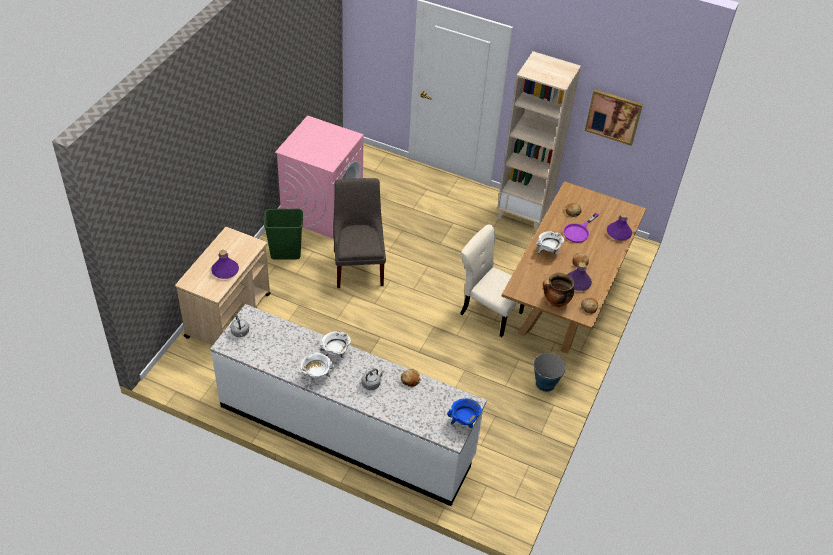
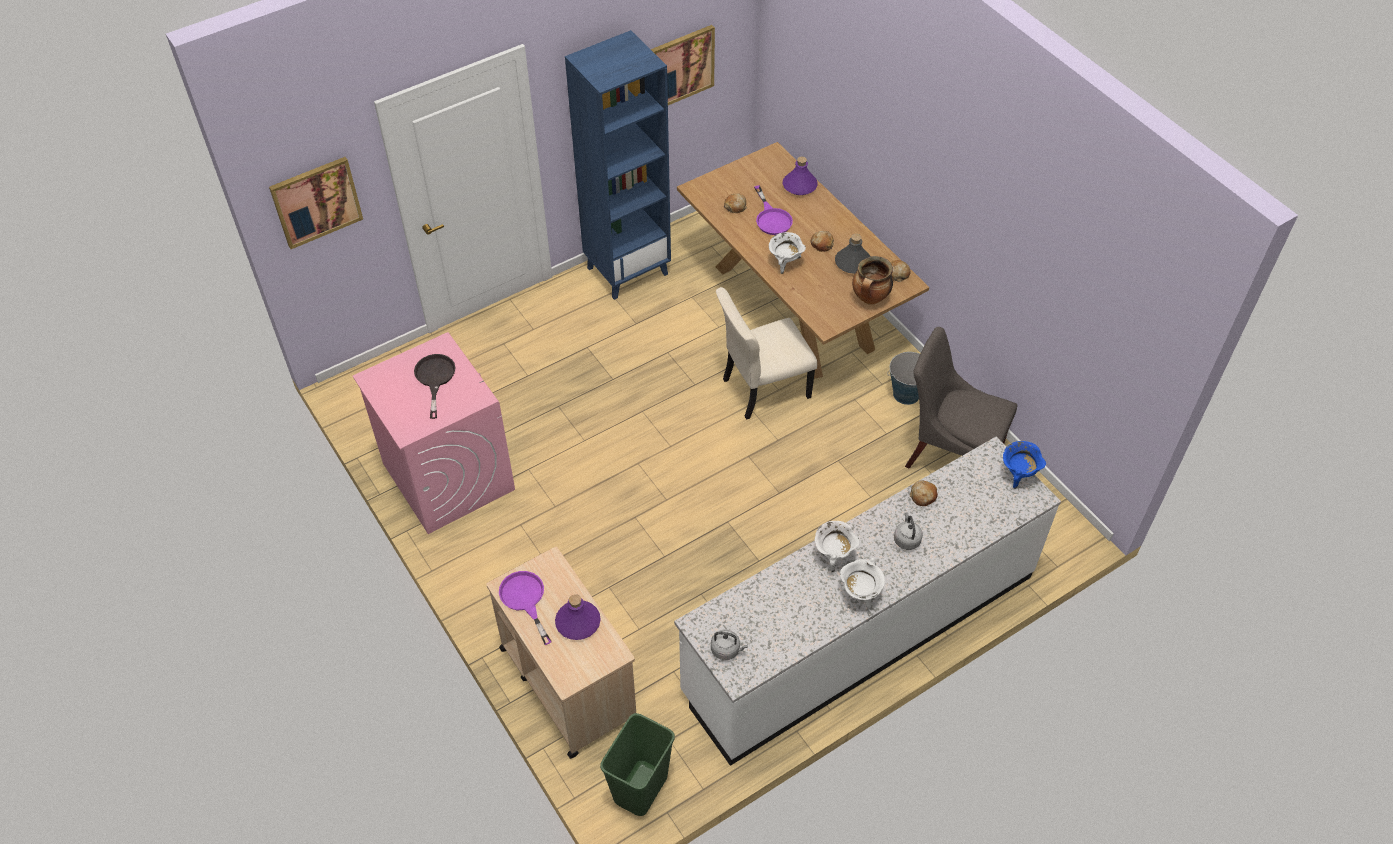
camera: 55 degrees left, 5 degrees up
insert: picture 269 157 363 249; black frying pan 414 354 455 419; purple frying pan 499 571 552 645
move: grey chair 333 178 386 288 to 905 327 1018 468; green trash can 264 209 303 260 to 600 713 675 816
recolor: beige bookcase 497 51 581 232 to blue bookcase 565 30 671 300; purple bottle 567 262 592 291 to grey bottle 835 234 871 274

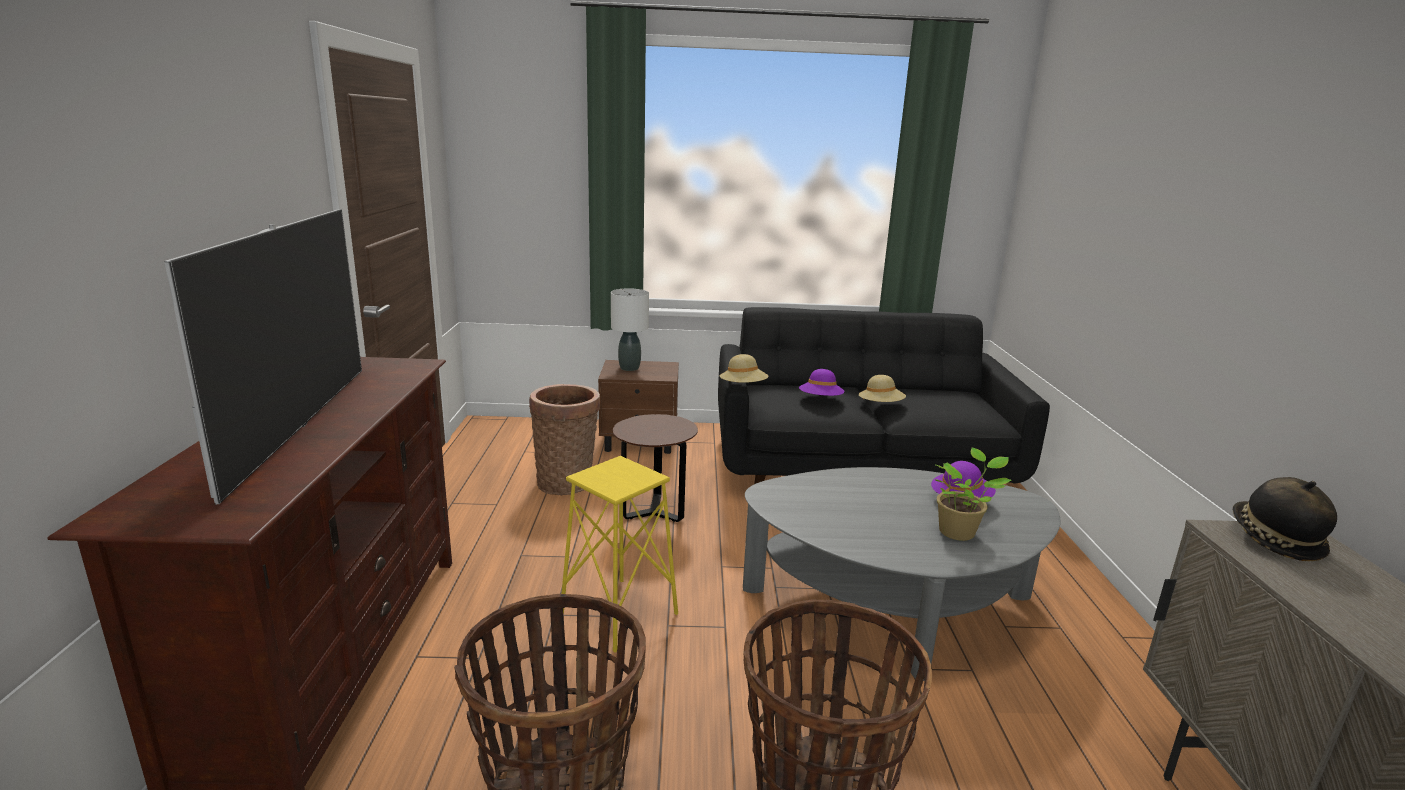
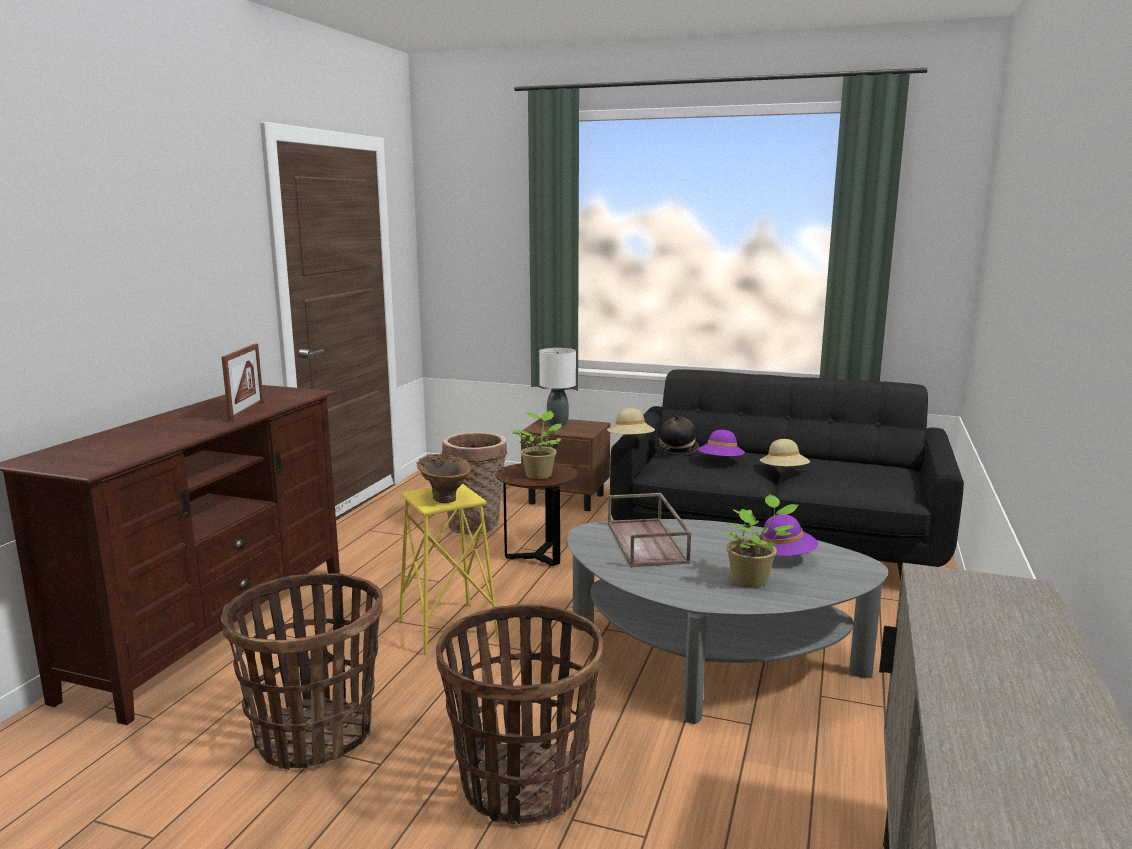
camera: 20 degrees right, 5 degrees down
delete: television 164 209 362 504
insert: picture frame 222 344 264 422; potted plant 513 411 562 479; brown vase 416 454 471 503; brown tray 608 493 691 567
move: hat 1233 477 1337 561 to 656 415 699 456

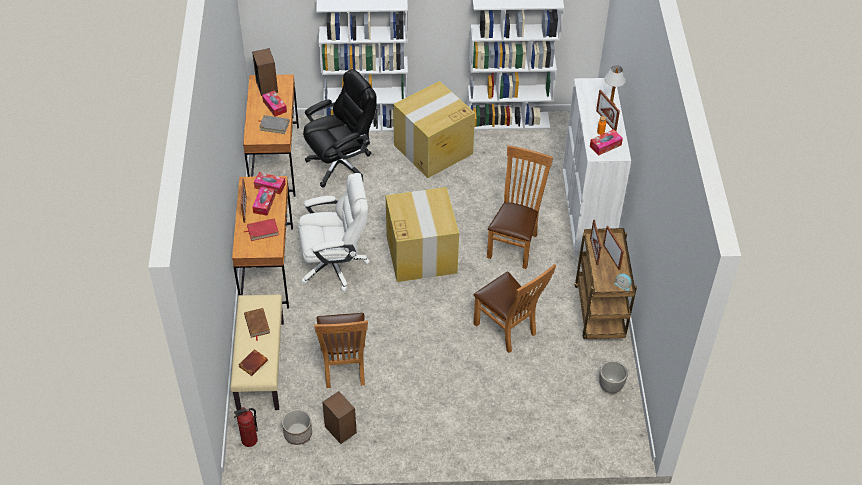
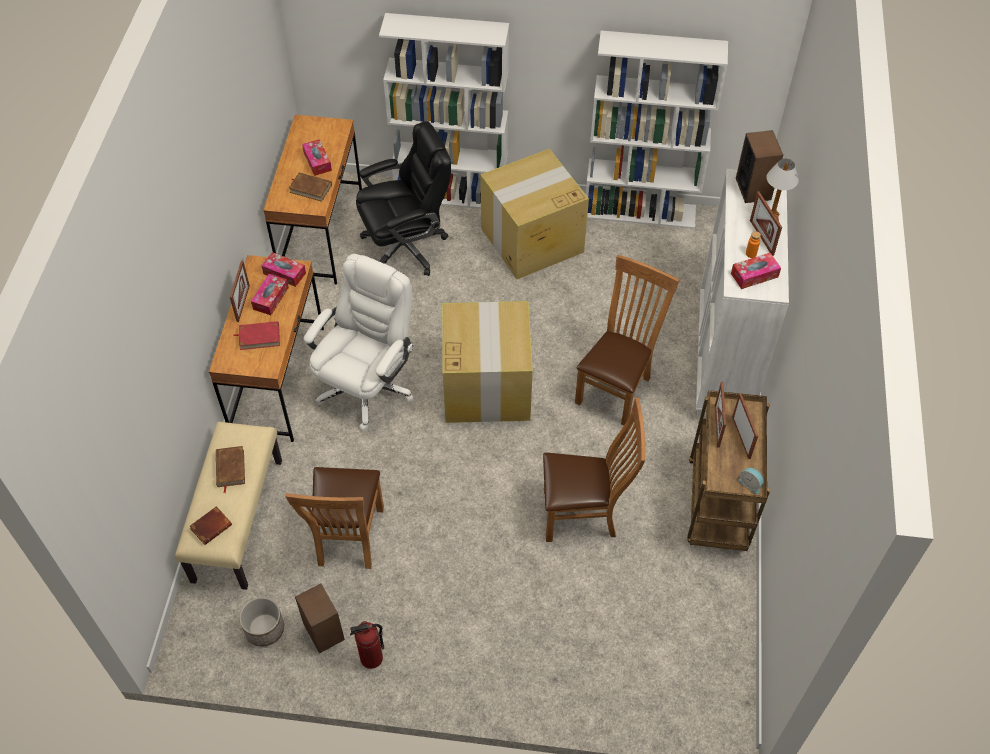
camera: 10 degrees right, 5 degrees up
delete: planter 599 361 628 393
move: speaker 252 48 278 96 to 736 130 783 203; fire extinguisher 234 407 258 447 to 350 621 384 669
recolor: grey book 259 115 290 134 to brown book 289 172 332 202
rotate: white office chair 298 173 370 292 = 304 254 414 431 60 degrees counterclockwise; brown chair 473 264 556 353 = 543 398 645 542 60 degrees counterclockwise

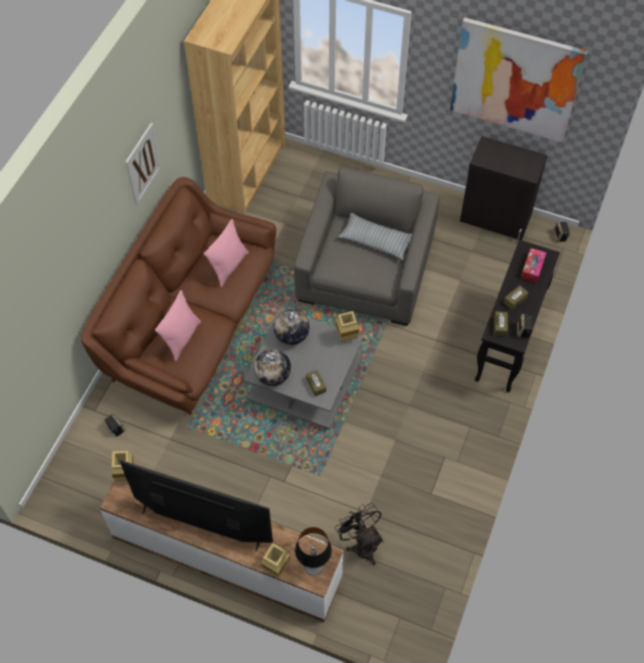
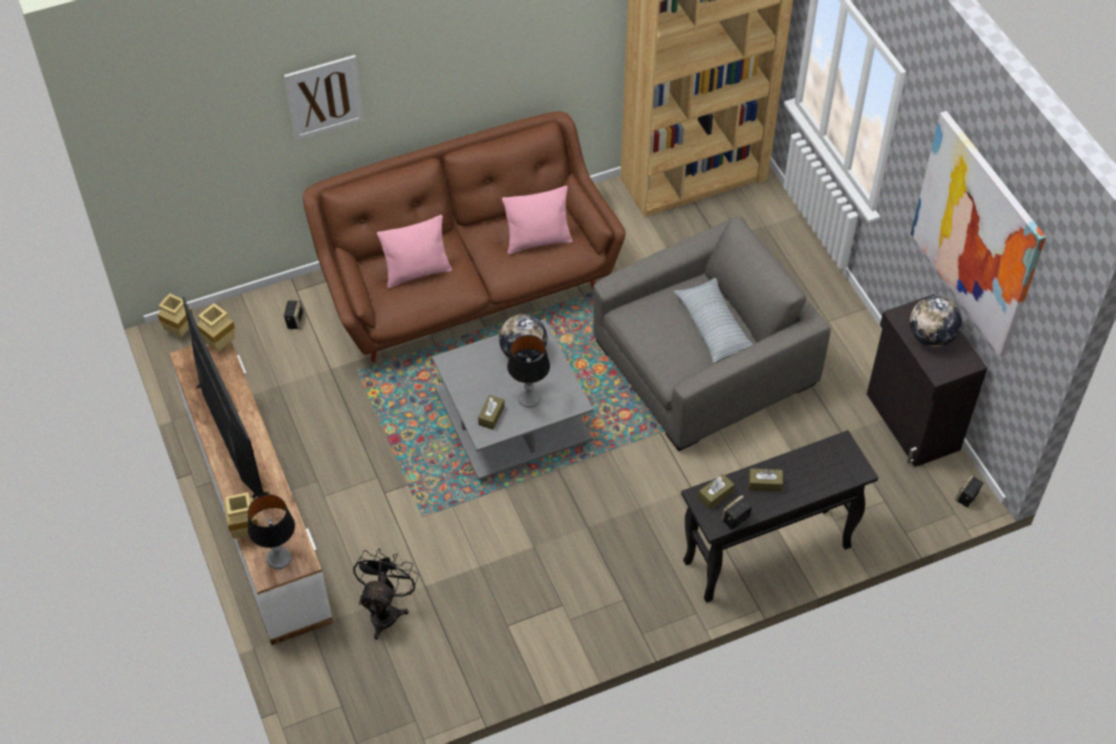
camera: 45 degrees right, 5 degrees down
delete: tissue box 521 248 547 283
insert: table lamp 507 335 550 408
move: picture 125 123 162 206 to 284 55 364 141; beige vase 335 311 359 342 to 157 293 193 337; globe 254 349 291 386 to 910 296 962 347

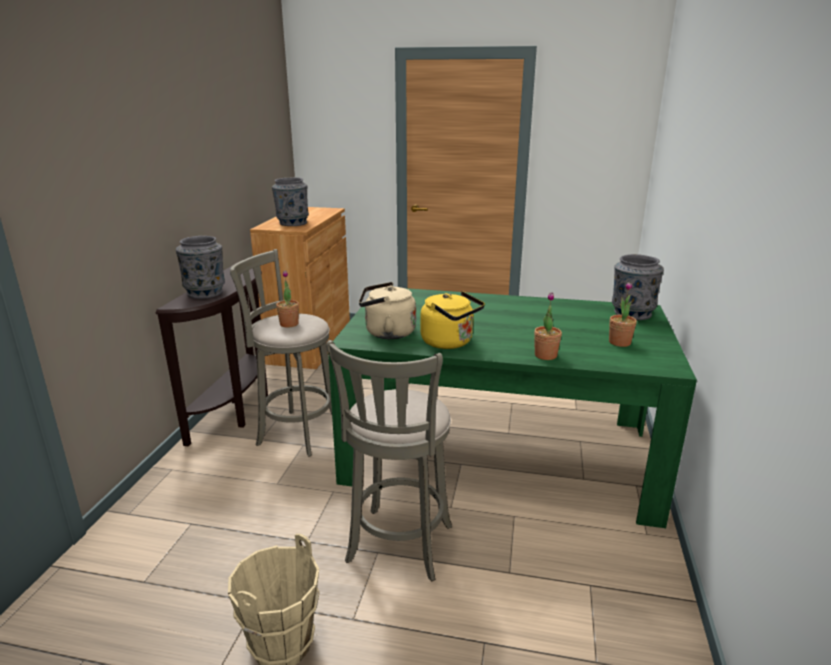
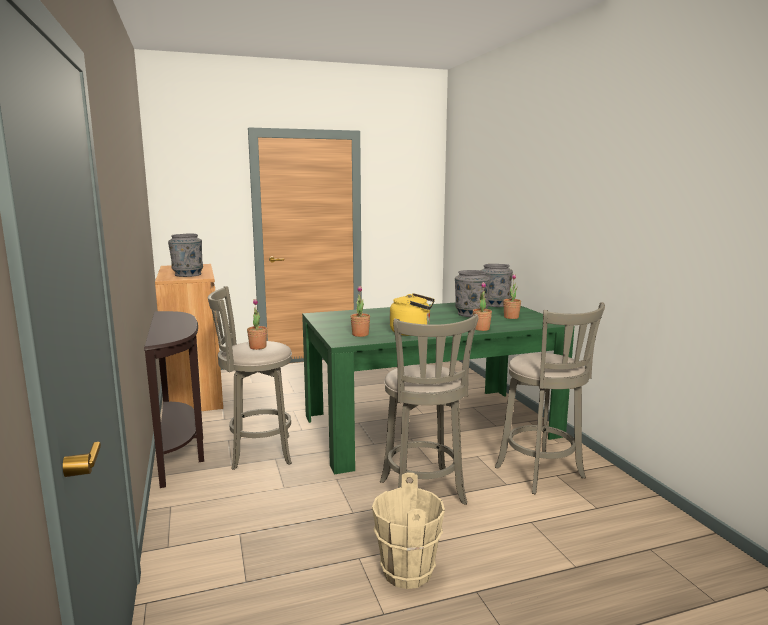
camera: 30 degrees left, 10 degrees down
insert: grey stool 495 302 605 494
move: grey vase 176 236 225 299 to 455 270 490 317
replace: beige kettle 359 282 416 339 to potted plant 351 286 370 337

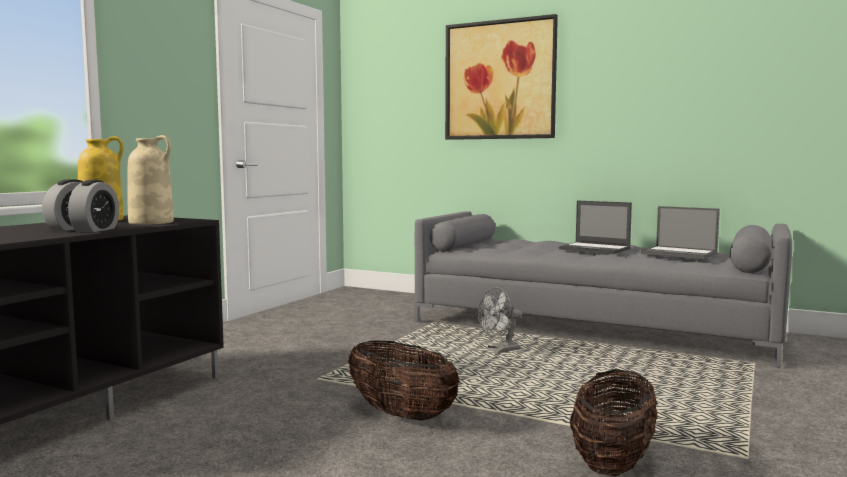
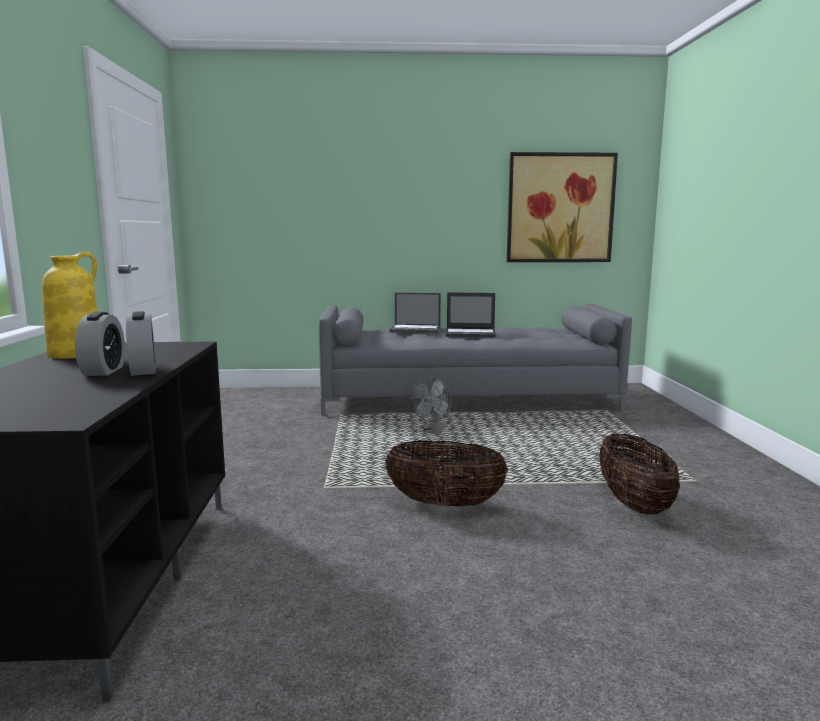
camera: 30 degrees left, 5 degrees up
delete: beige vase 127 135 174 225
move: picture 445 14 558 140 to 507 152 618 262; laptop 641 206 720 259 to 389 293 441 333

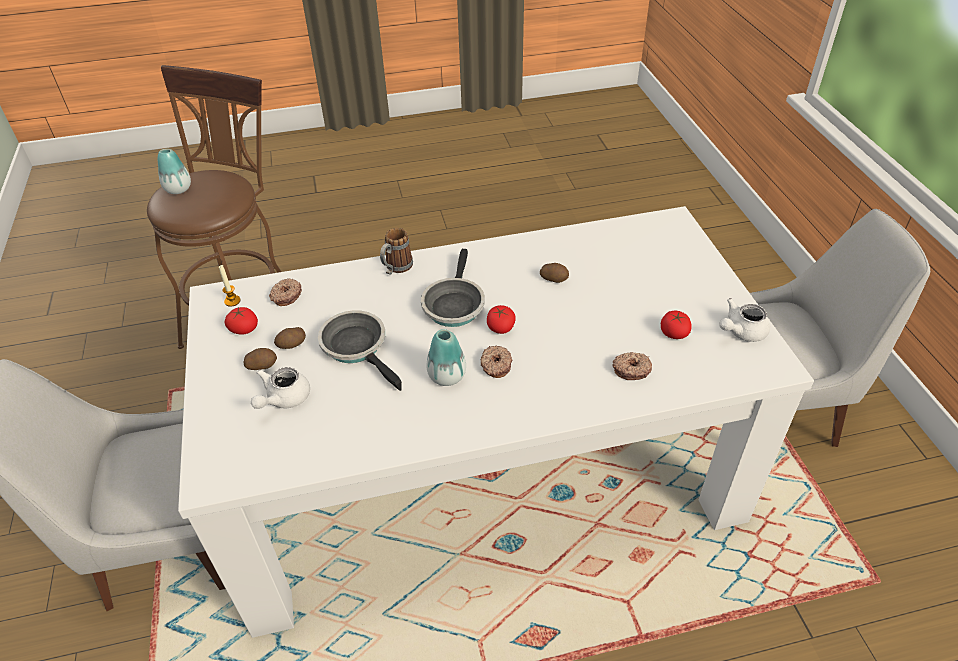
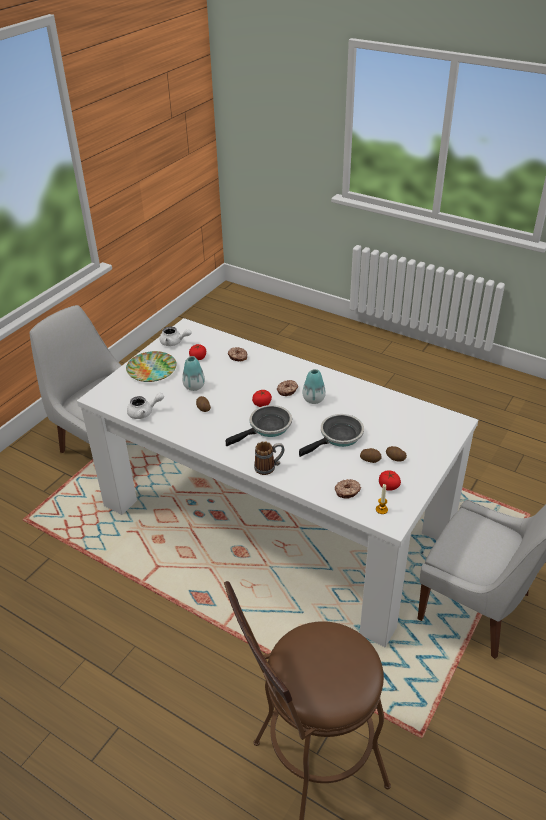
camera: 135 degrees left, 5 degrees down
insert: plate 126 351 177 382
move: vase 158 149 191 194 to 182 356 205 391; white teapot 251 367 310 409 to 127 393 164 419
rotate: frying pan 318 310 402 391 = 299 414 364 457 135 degrees counterclockwise

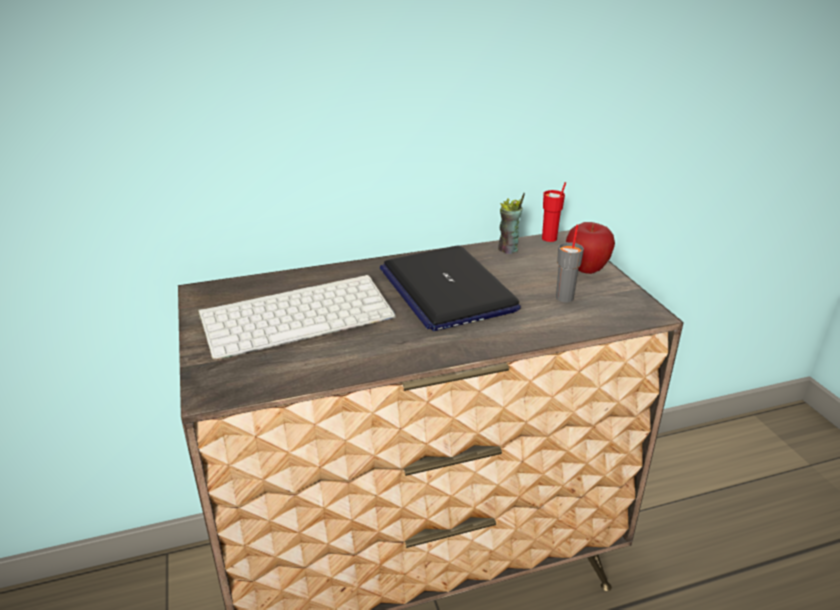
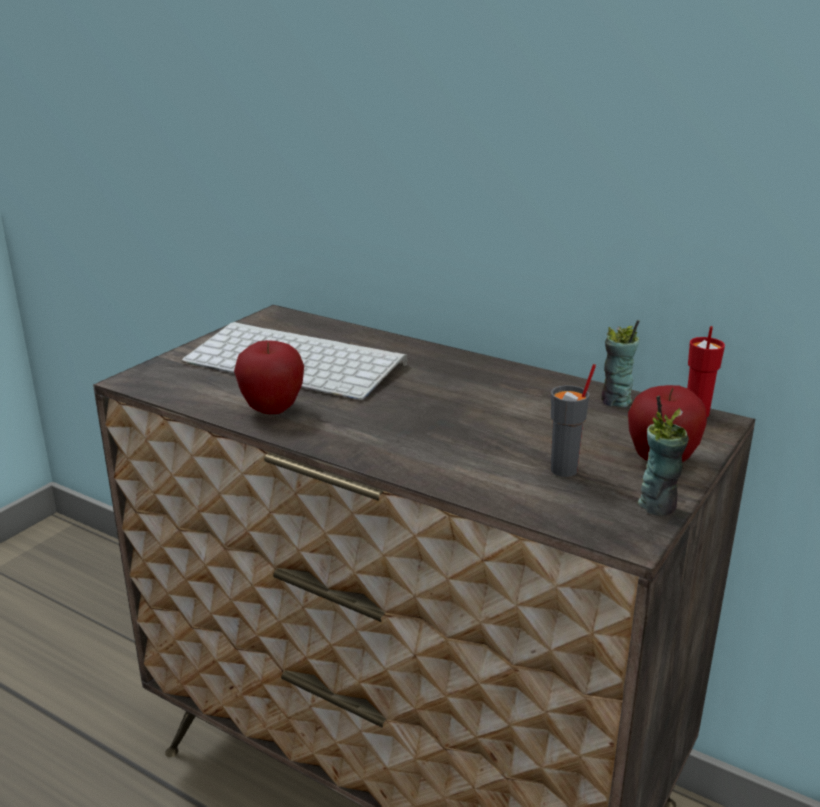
camera: 50 degrees right, 5 degrees down
delete: laptop 380 245 521 331
insert: apple 234 340 304 414; cup 638 396 689 516

